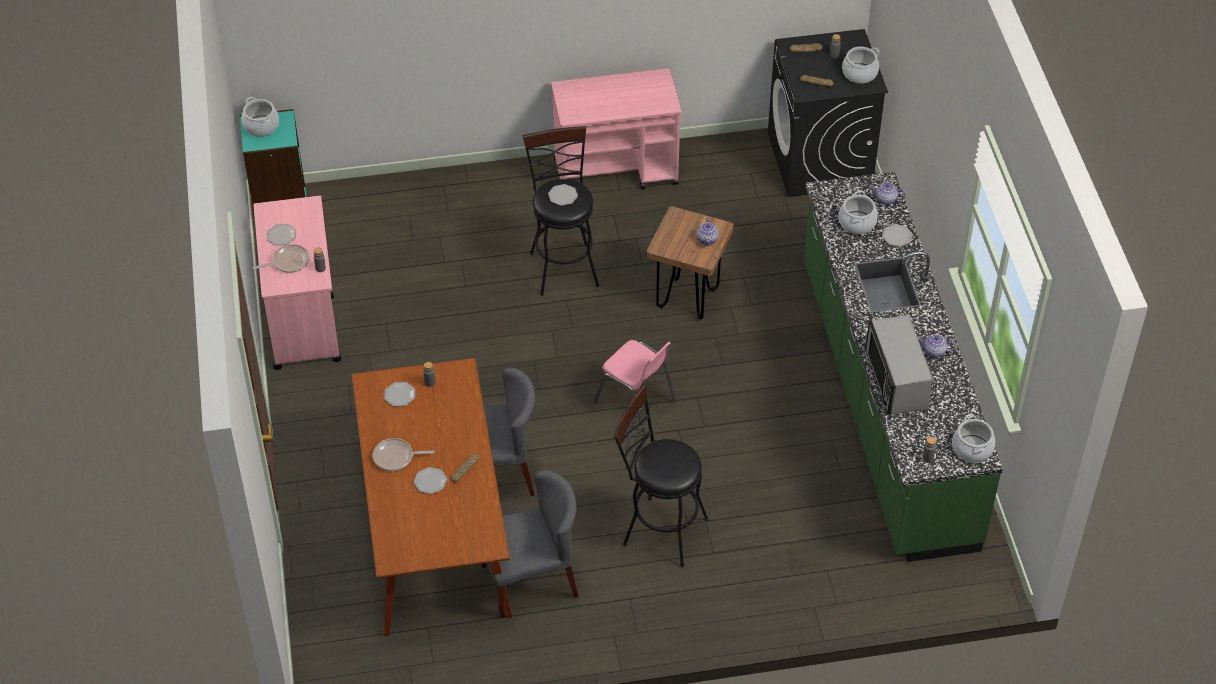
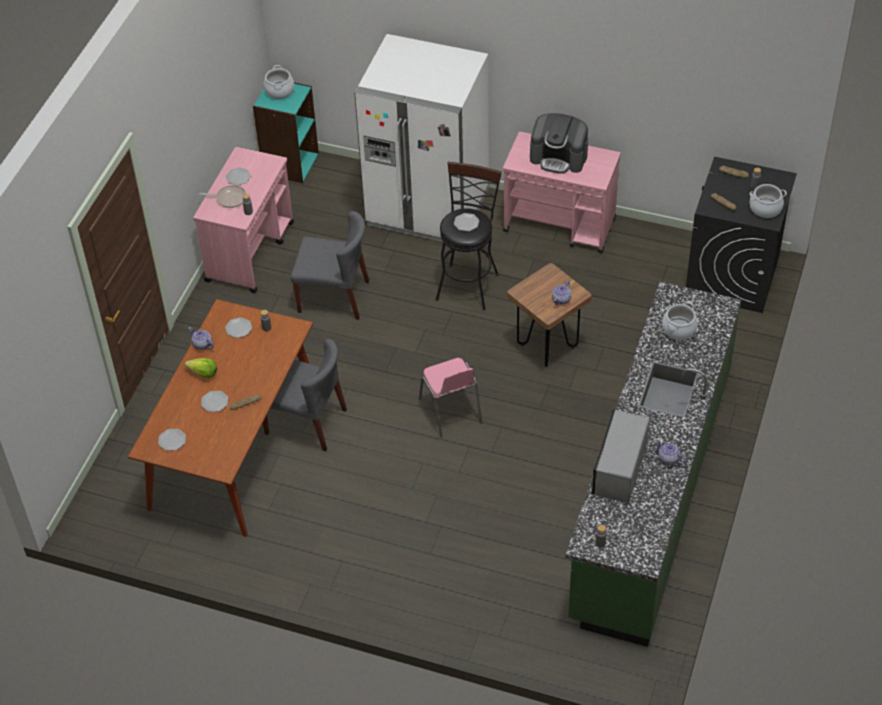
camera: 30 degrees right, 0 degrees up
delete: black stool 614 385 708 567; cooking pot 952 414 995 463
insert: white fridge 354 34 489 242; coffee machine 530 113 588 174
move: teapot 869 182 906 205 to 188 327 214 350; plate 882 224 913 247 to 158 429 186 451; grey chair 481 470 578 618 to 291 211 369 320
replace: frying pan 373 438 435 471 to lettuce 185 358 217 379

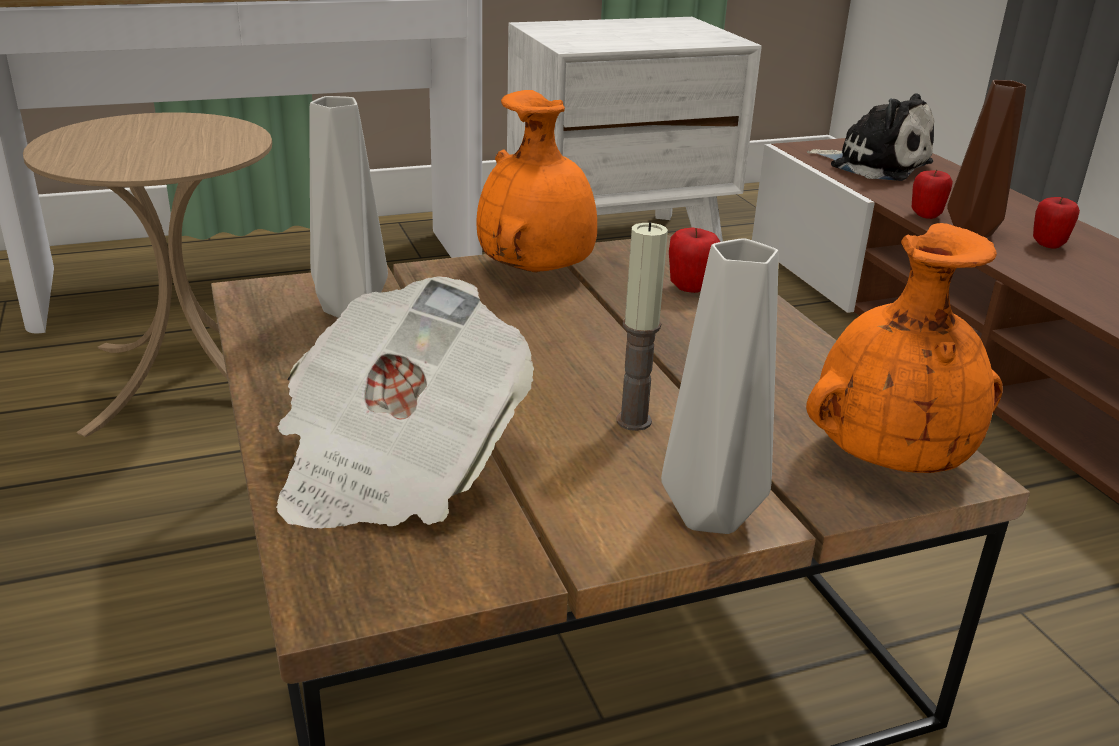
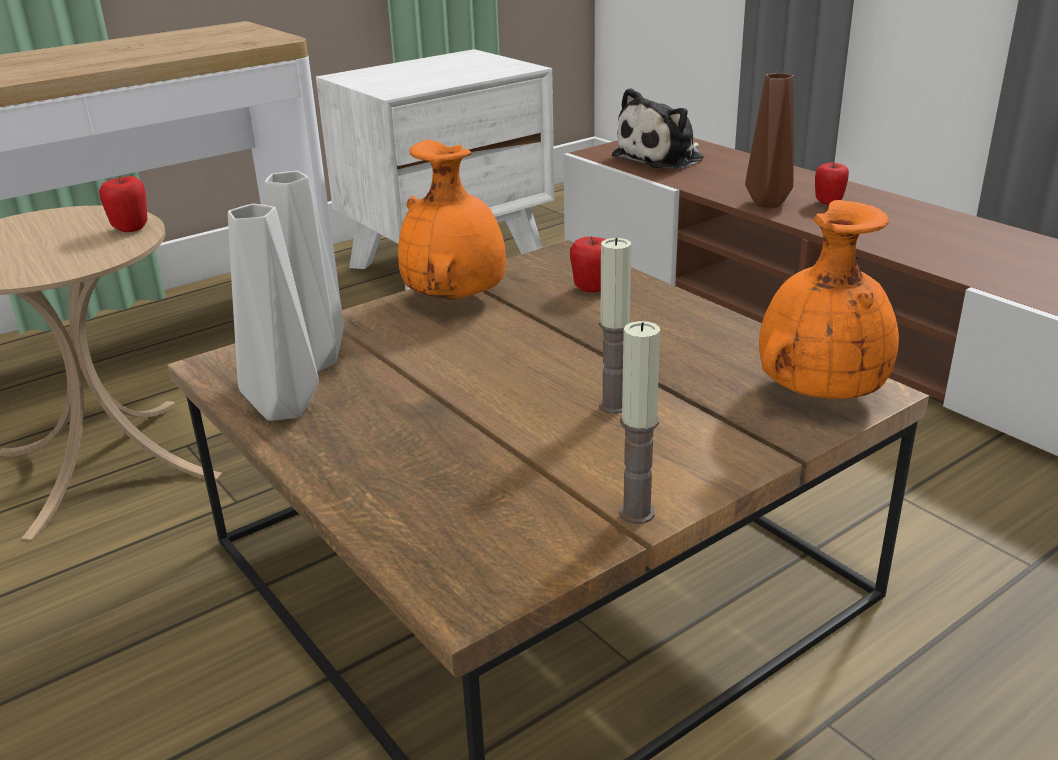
camera: 15 degrees left, 0 degrees up
delete: newspaper 276 276 534 529
insert: candle 619 321 660 524
move: apple 912 170 953 219 to 99 176 147 232; grey vase 661 238 778 534 to 228 204 319 421
rotate: plush toy 807 93 934 181 = 612 88 704 169 120 degrees clockwise

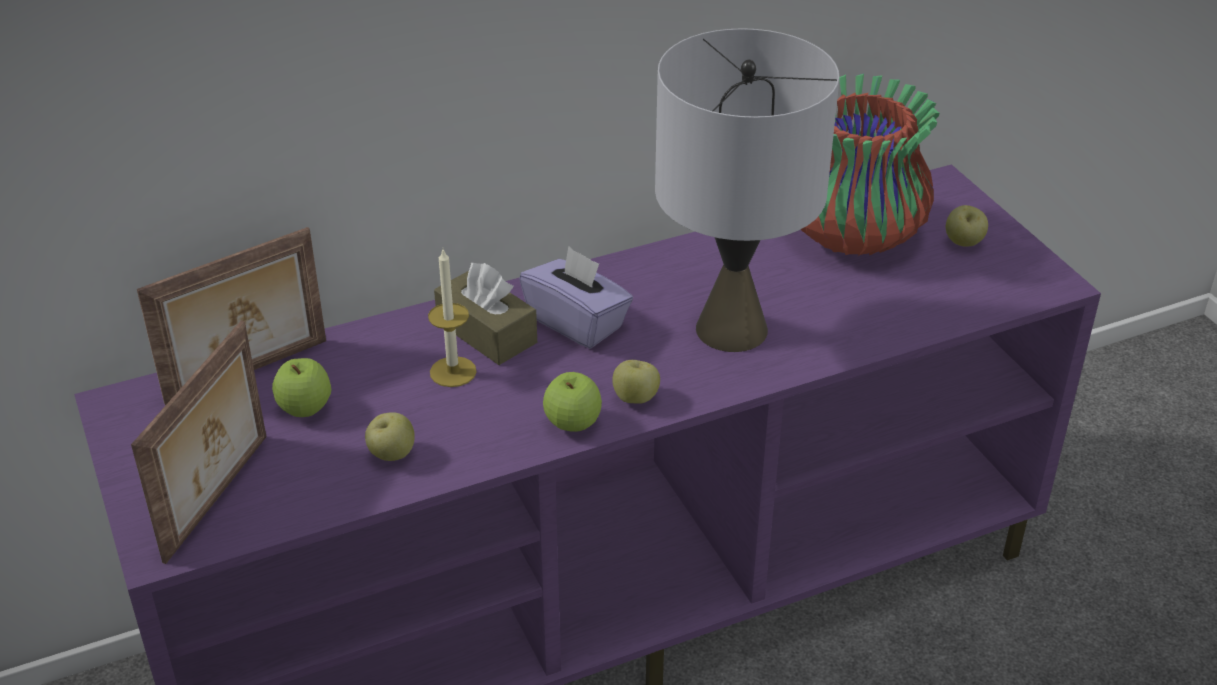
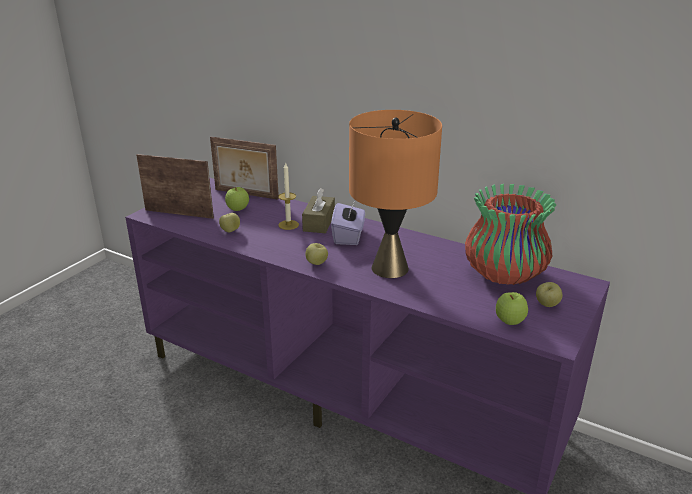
camera: 55 degrees right, 10 degrees down
move: apple 543 372 602 432 to 496 292 528 325
recolor: grey table lamp 655 28 840 352 to orange table lamp 349 110 442 278
rotate: picture frame 131 320 267 564 = 136 154 214 219 150 degrees counterclockwise

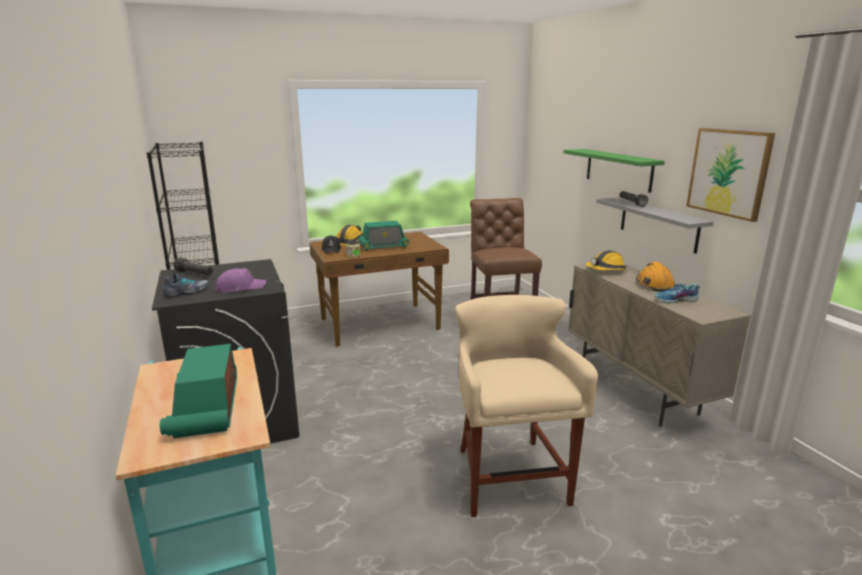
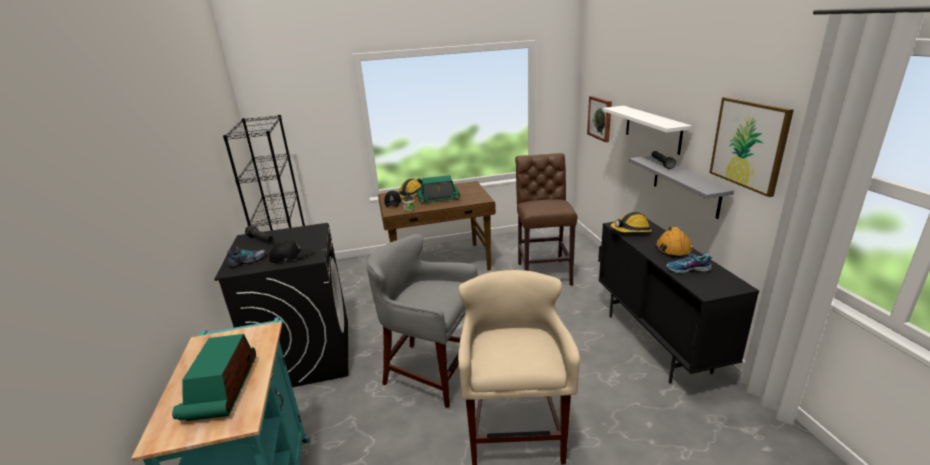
camera: 10 degrees right, 5 degrees up
insert: picture 587 96 612 142; grey stool 367 234 478 408
recolor: green shelf 563 149 665 193 to white shelf 603 106 692 155; beige cabinet 568 264 751 427 to black cabinet 598 219 759 384; purple cap 216 268 266 293 to black cap 269 241 312 263

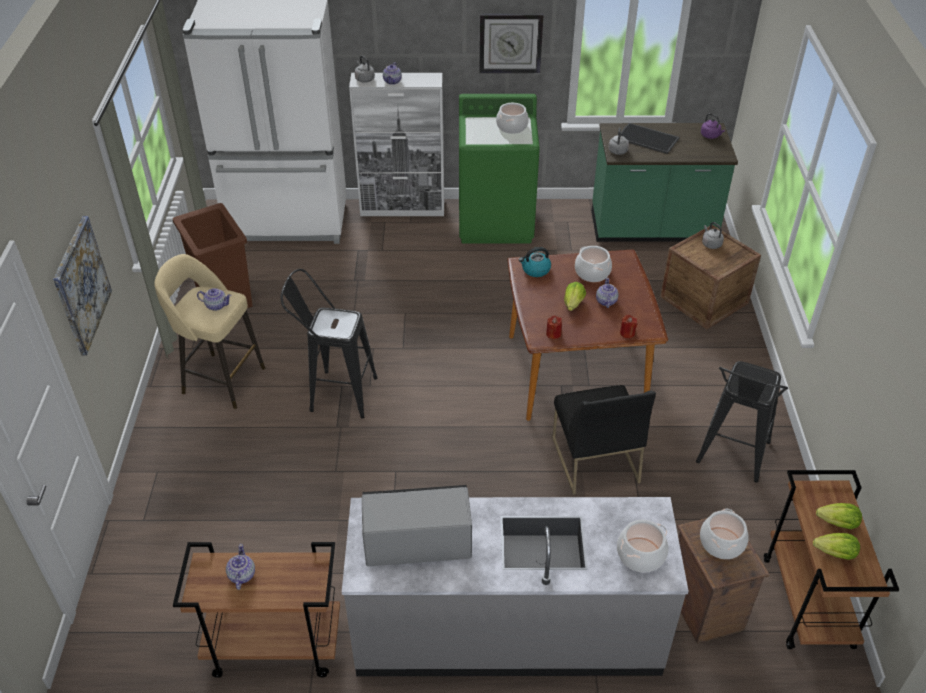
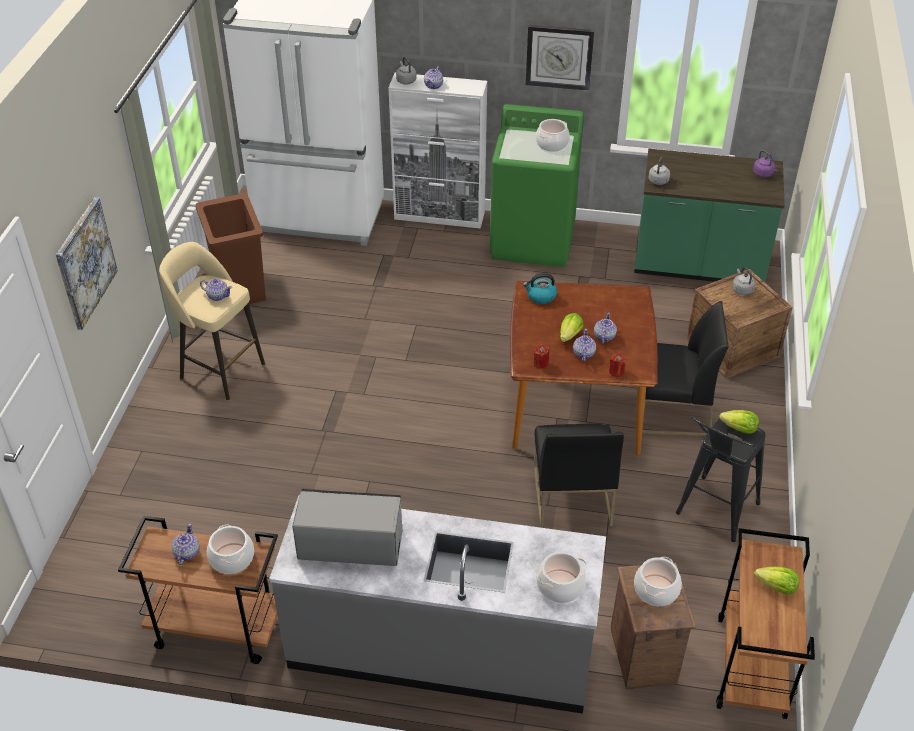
camera: 10 degrees right, 0 degrees up
delete: tray 620 123 679 154; black stool 280 269 377 418
insert: black chair 636 301 729 437; teapot 573 329 596 361
move: cooking pot 575 246 612 282 to 207 525 254 574; lettuce 813 533 860 560 to 719 410 759 434

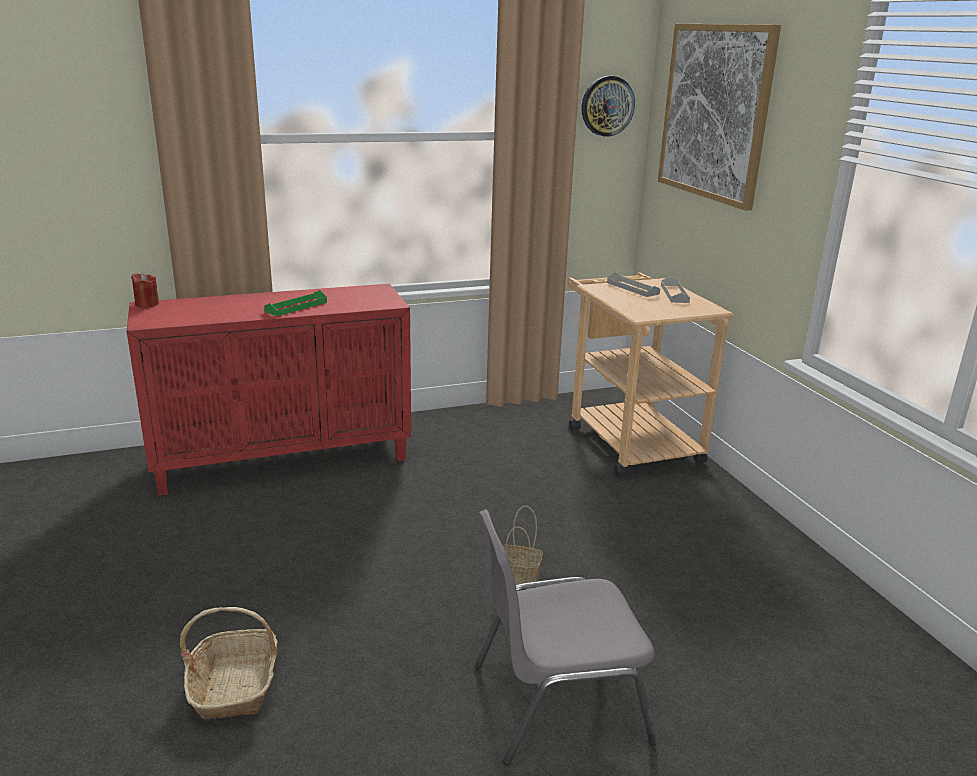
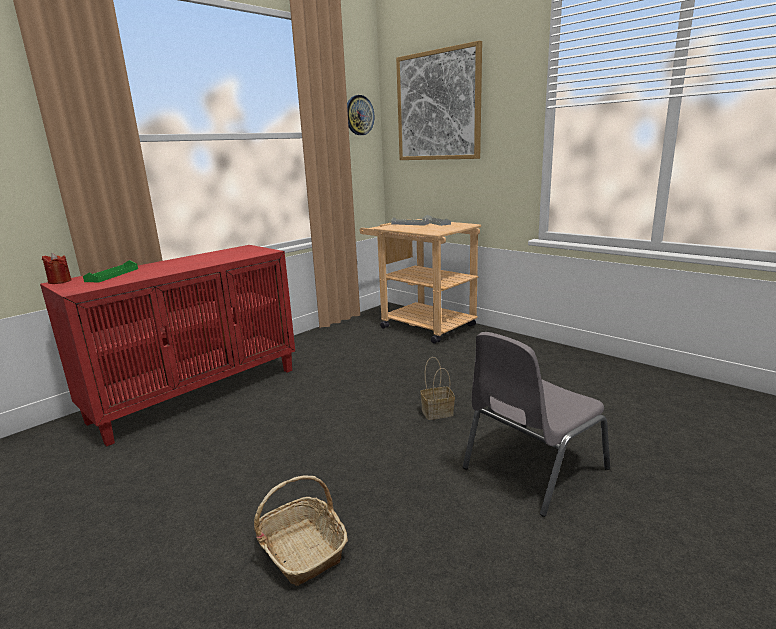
camera: 25 degrees left, 5 degrees down
move: green tray 264 290 327 316 to 83 260 138 282

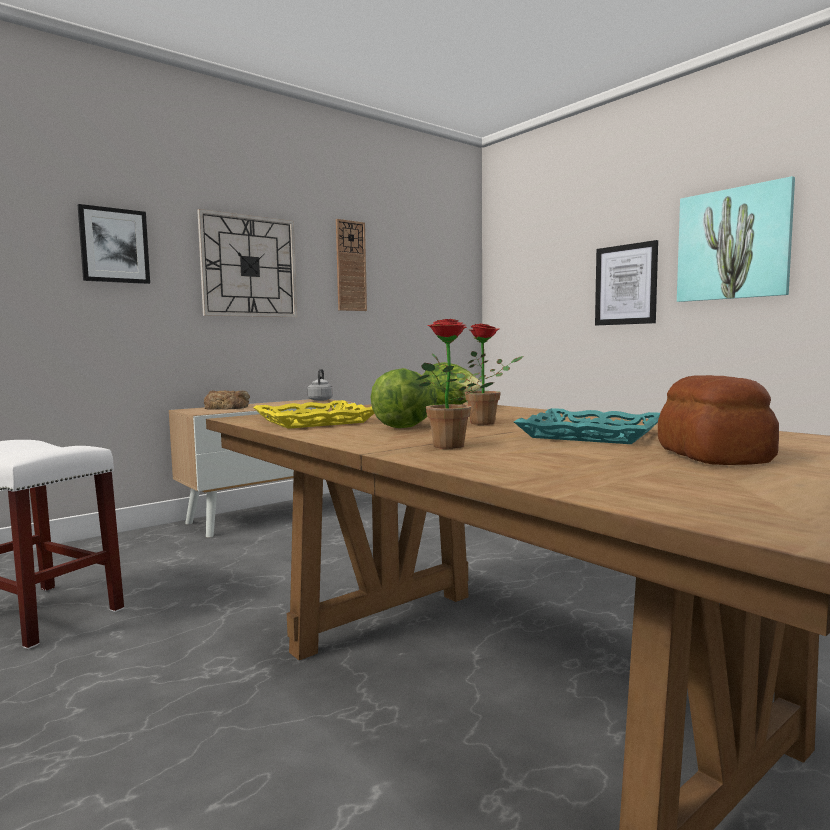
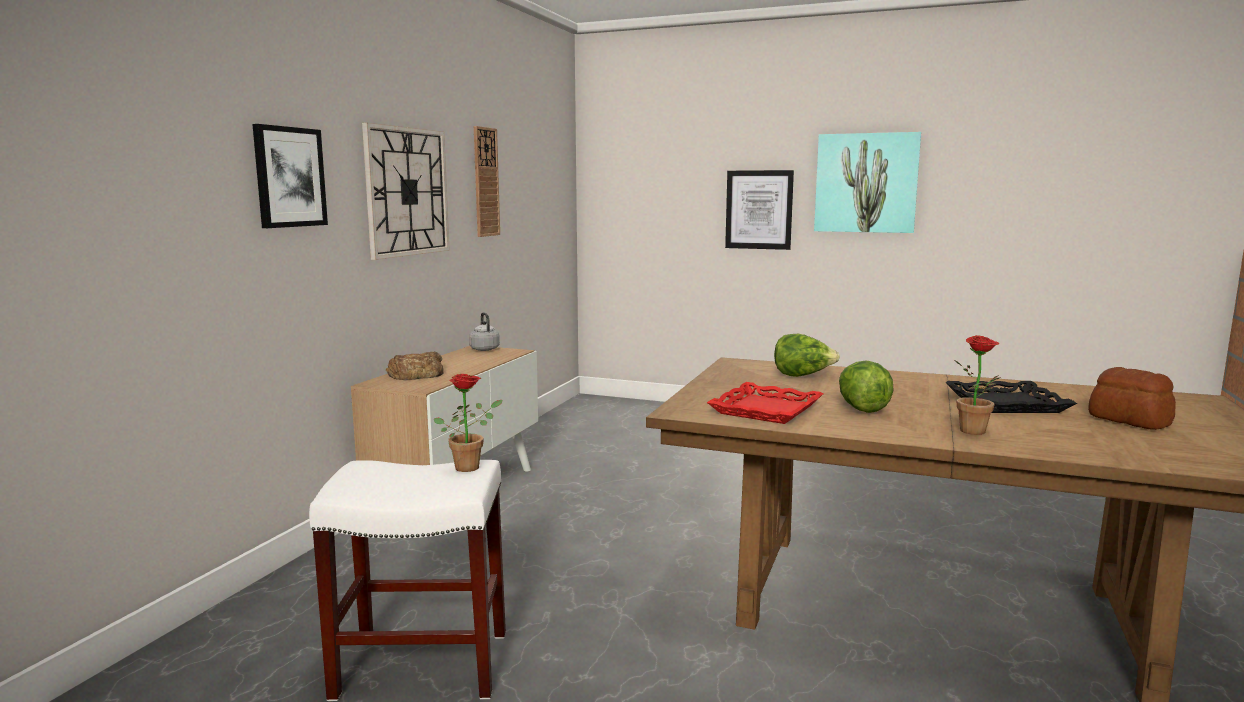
camera: 30 degrees left, 5 degrees up
move: potted plant 456 323 523 425 to 434 374 502 472
recolor: yellow tray 253 400 374 429 to red tray 707 382 823 424; turquoise tray 514 408 660 444 to black tray 945 381 1077 413

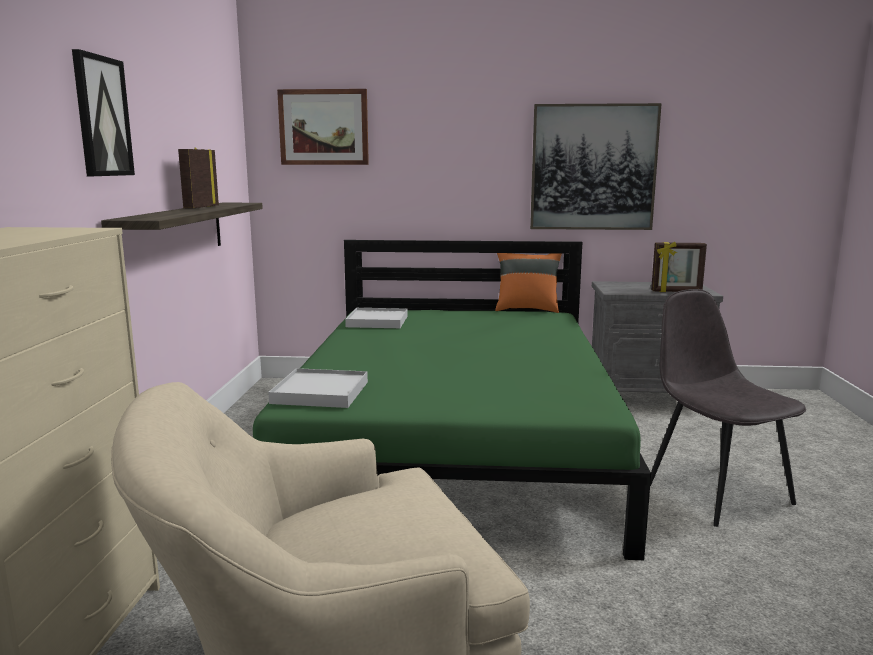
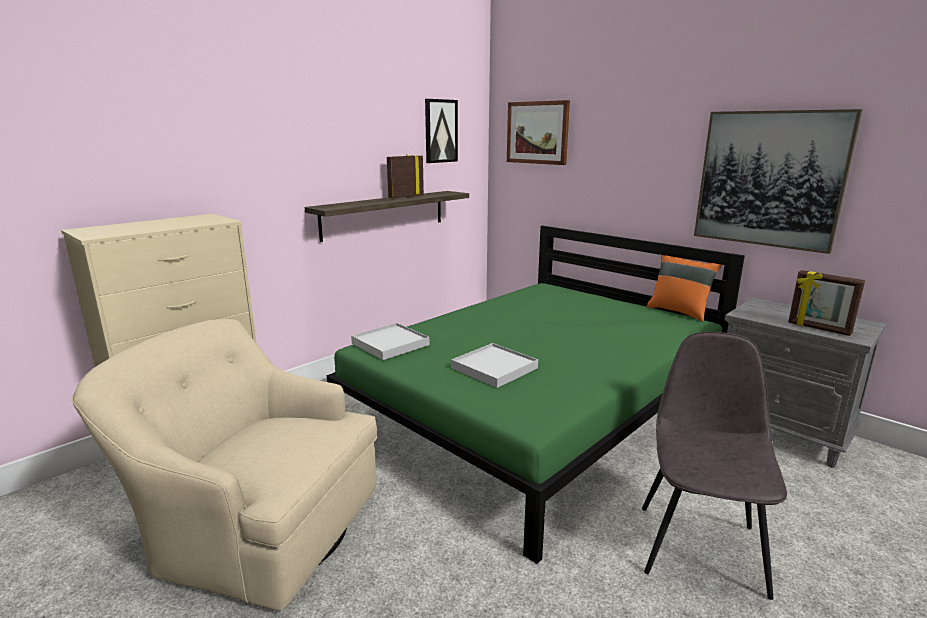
camera: 40 degrees right, 5 degrees up
move: picture 72 49 135 176 to 425 99 458 163; white tray 345 308 408 328 to 451 343 538 388

